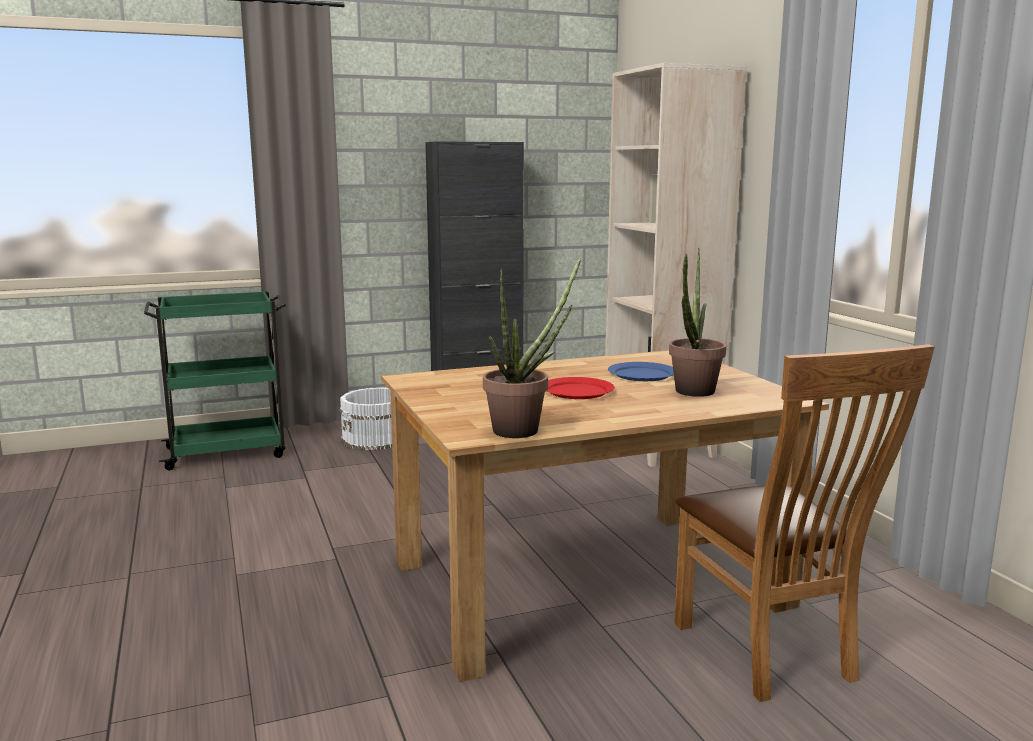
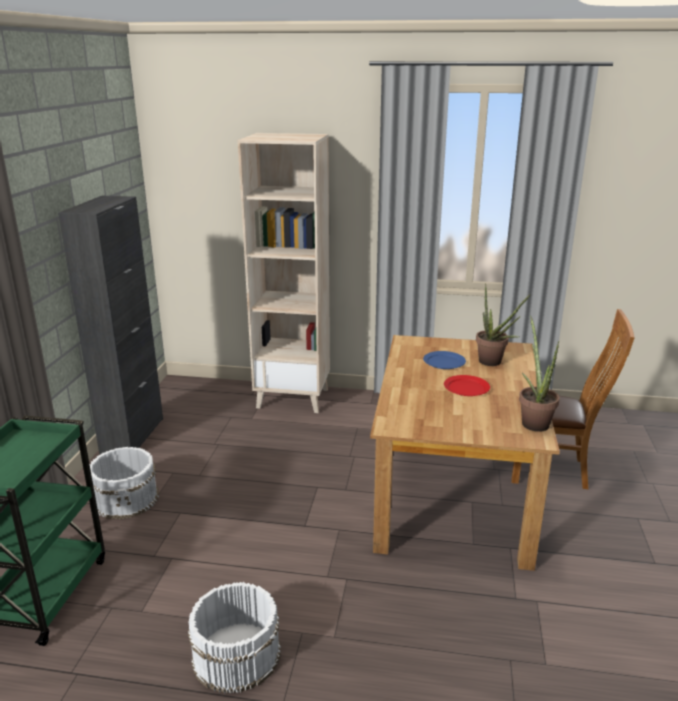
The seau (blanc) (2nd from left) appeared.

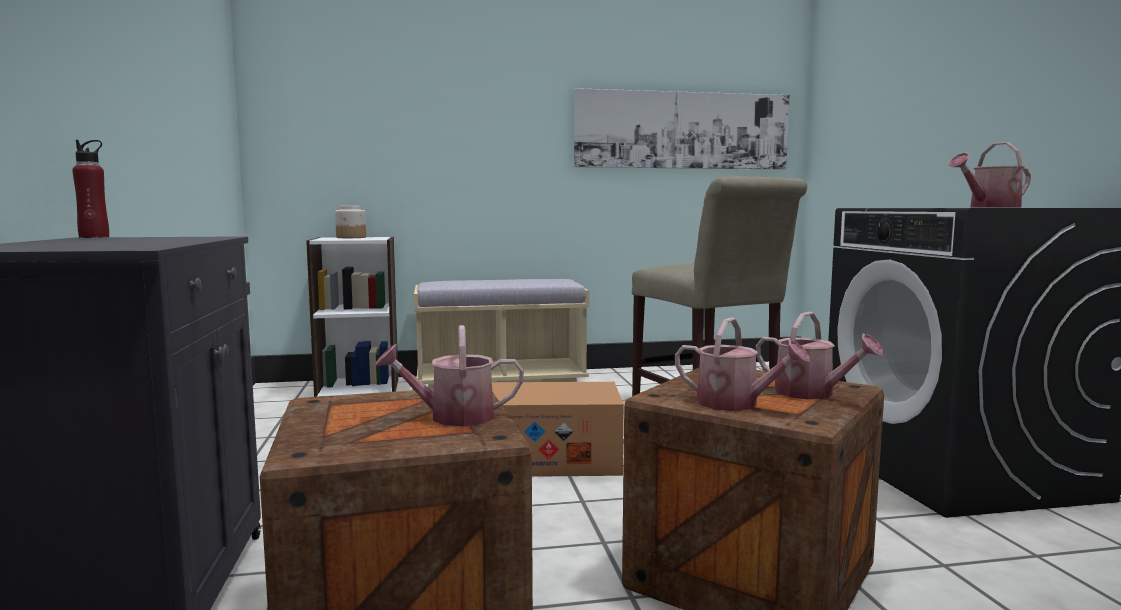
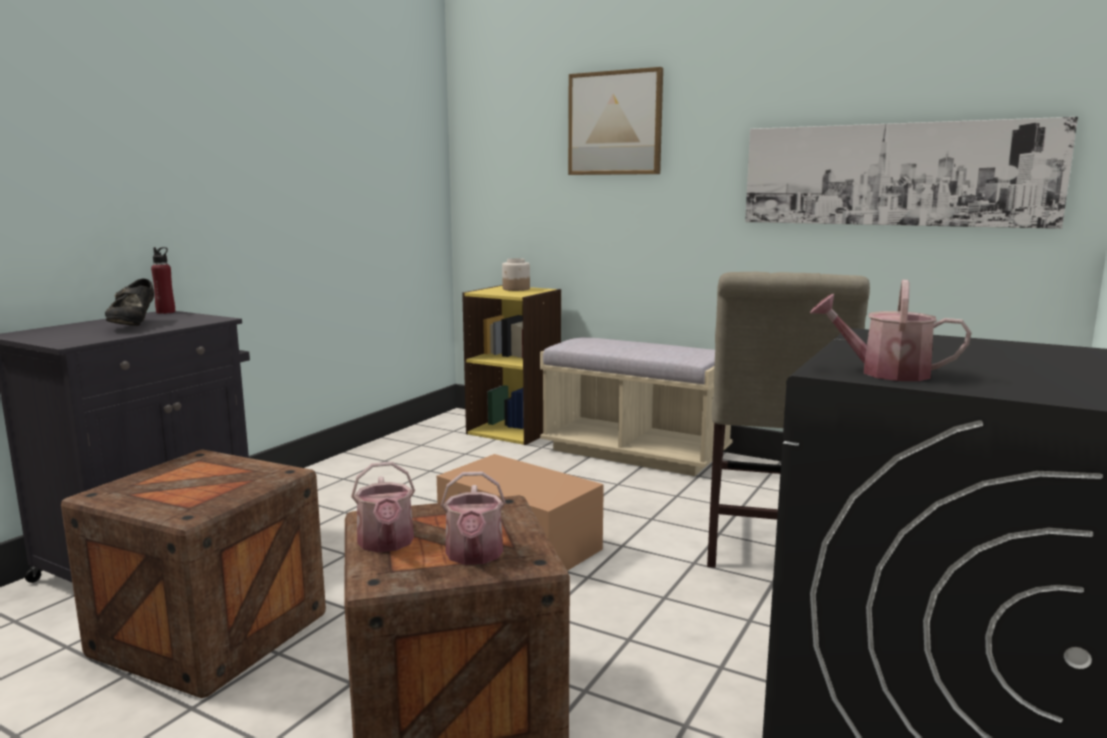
The bibliothèque (blanc) became the bibliothèque (jaune). The arrosoir (1st from left) disappeared. The tableau (1st from left) appeared. The chaussure (noir) appeared.

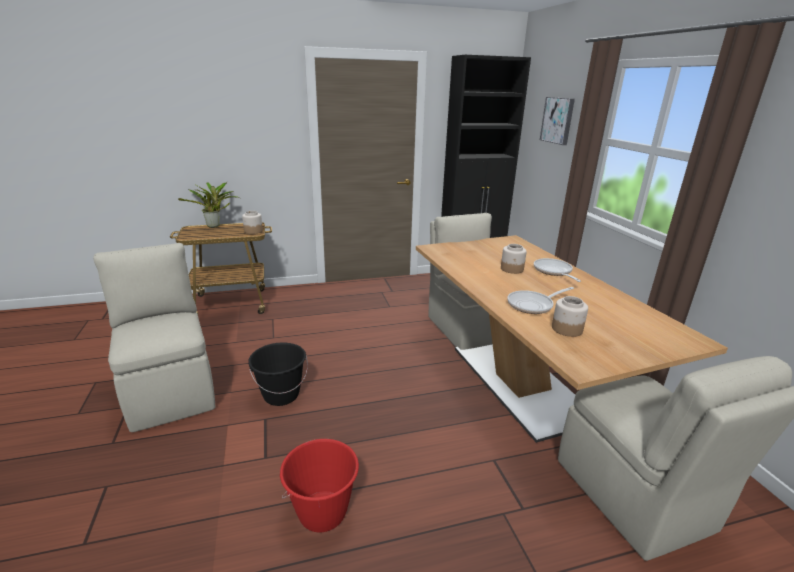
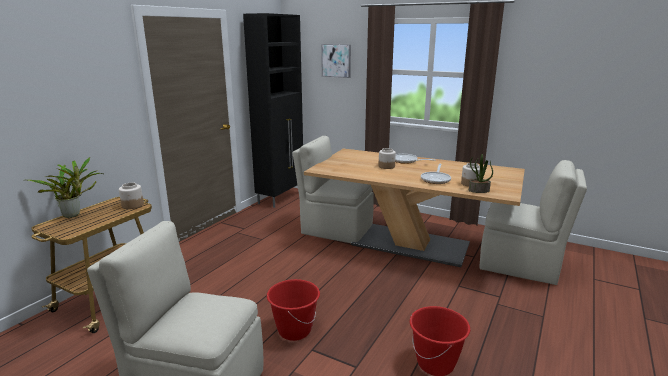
The seau (noir) became the seau (rouge) (1st from left). The plante en pot (2nd from left) appeared.

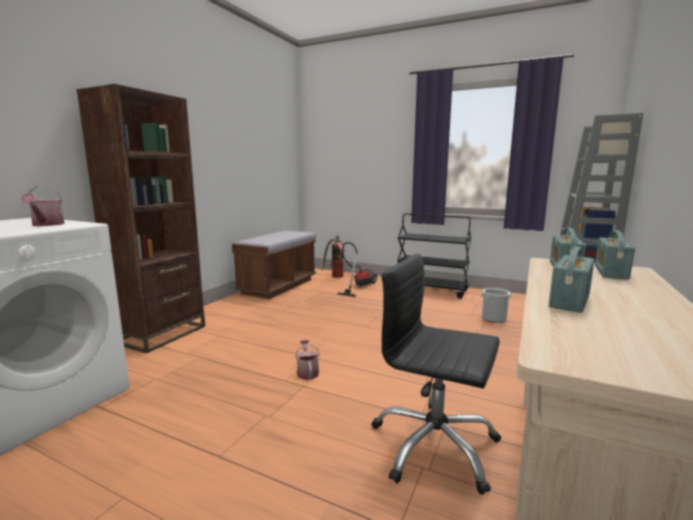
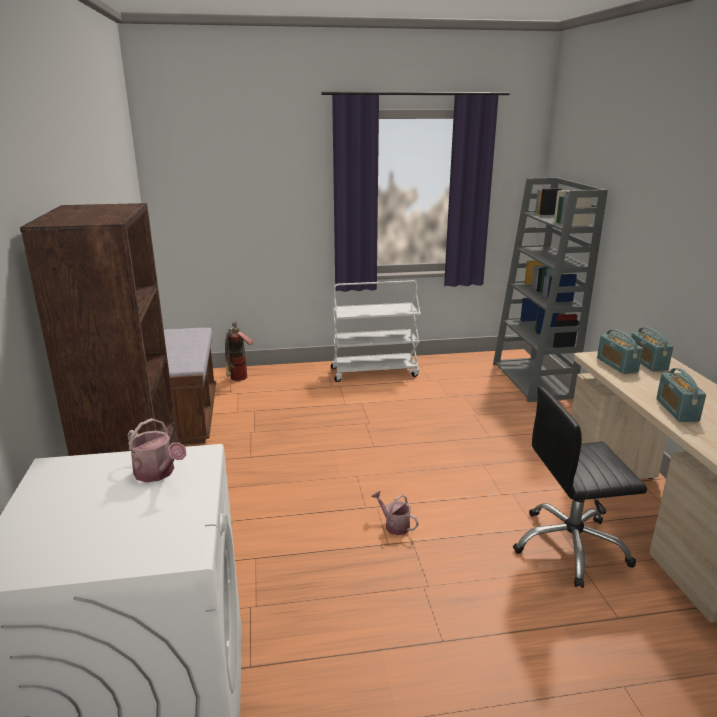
The chariot (noir) became the chariot (blanc). The aspirateur disappeared. The seau disappeared.

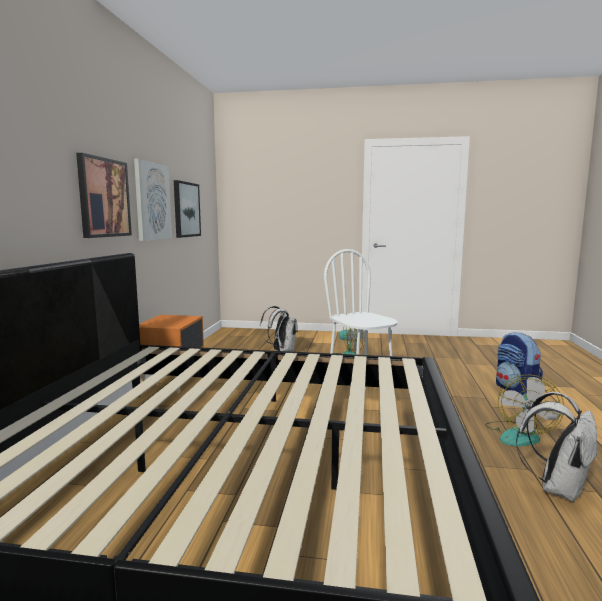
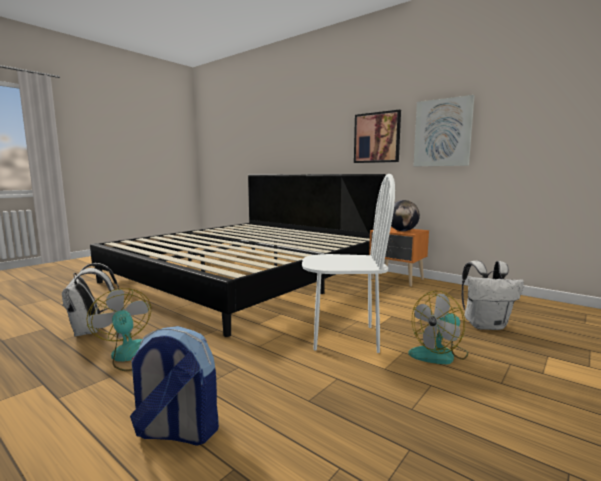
The tableau (3rd from left) disappeared. The globe appeared.

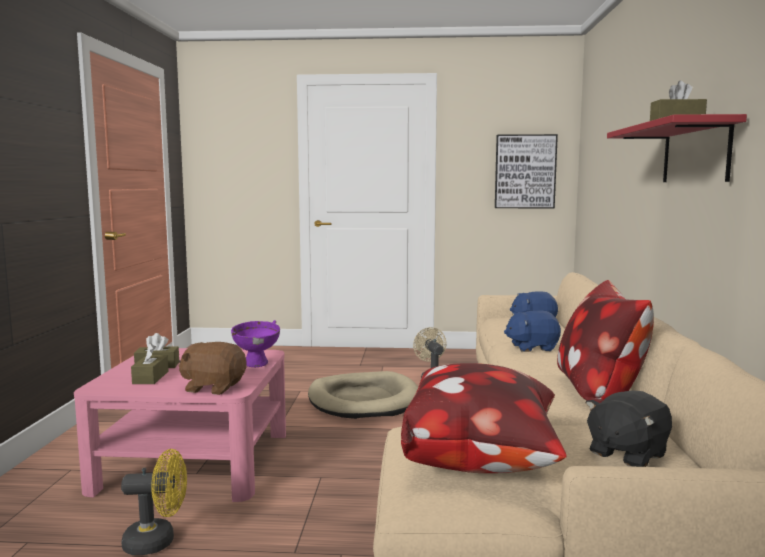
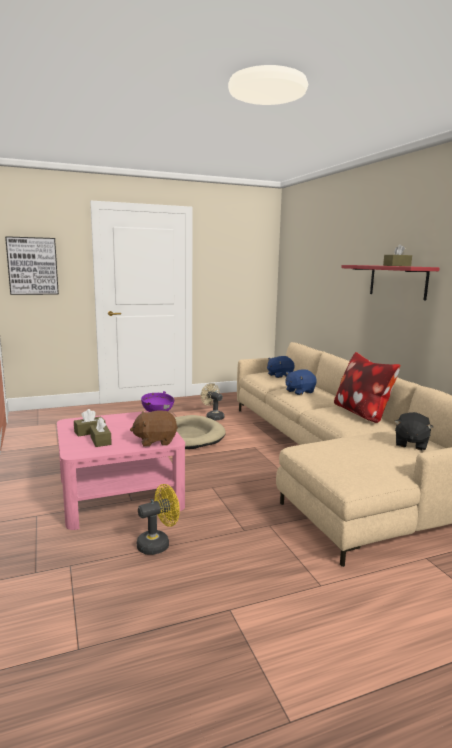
The tableau moved. The coussin (1st from left) disappeared.

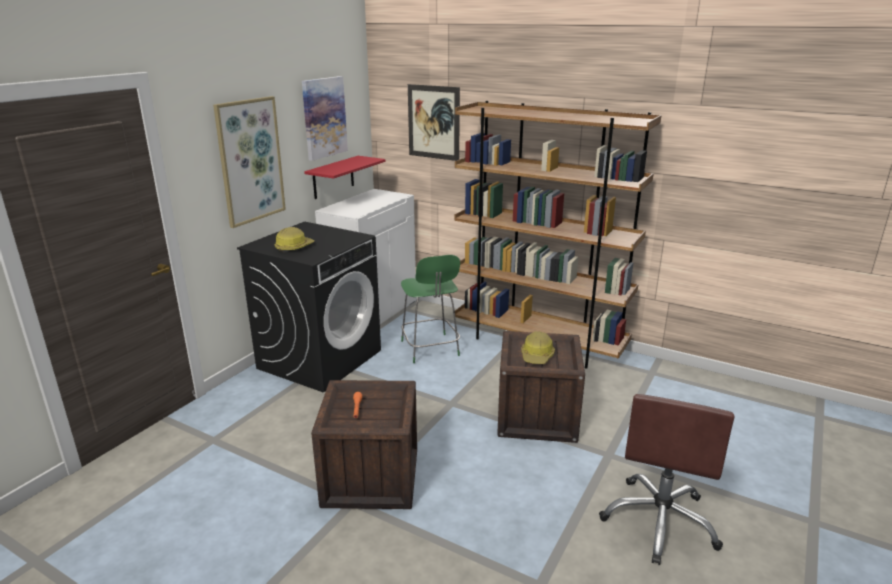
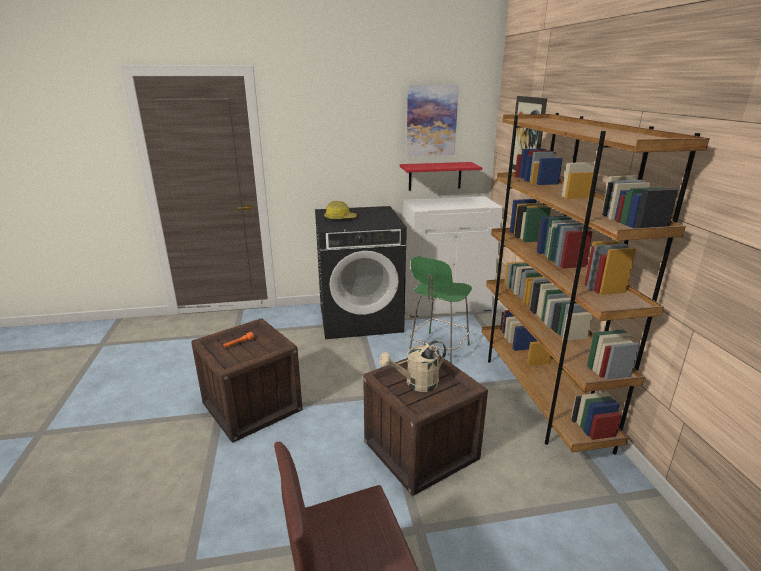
The tableau (1st from left) disappeared. The casque de chantier (2nd from left) was replaced by the arrosoir (beige).

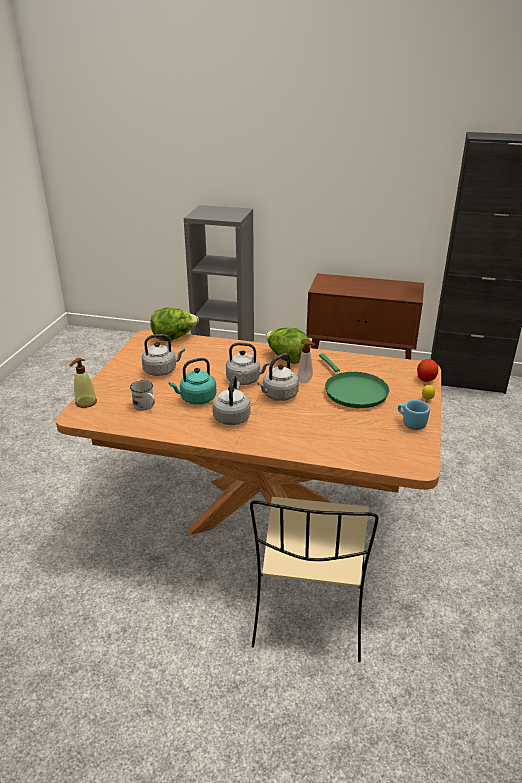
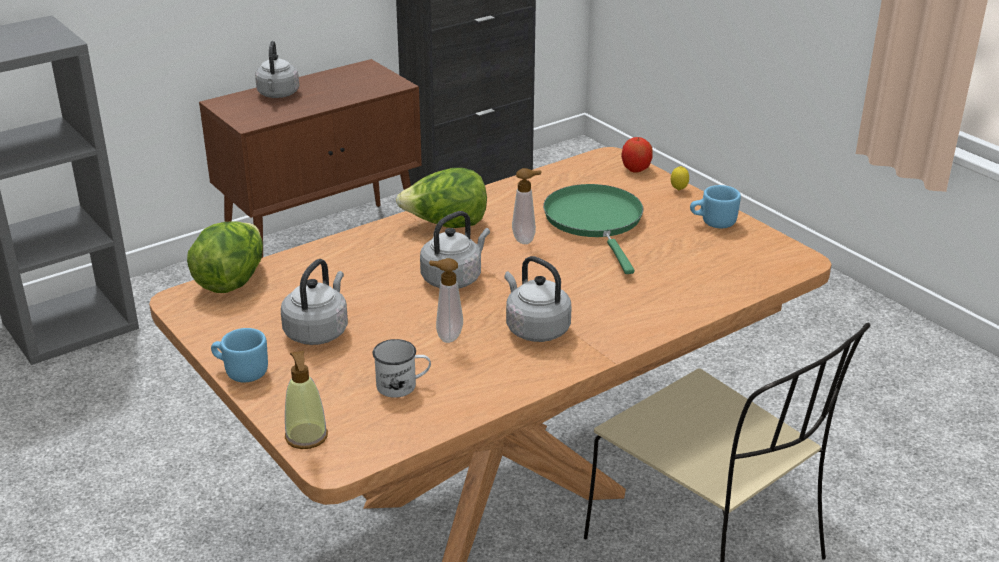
The poêle (vert) turned 120 degrees counterclockwise. The bouilloire (gris) (4th from left in the first image) moved. The bouilloire (turquoise) was replaced by the distributeur de savon (2nd from left). The mug (bleu) (1st from left) appeared.

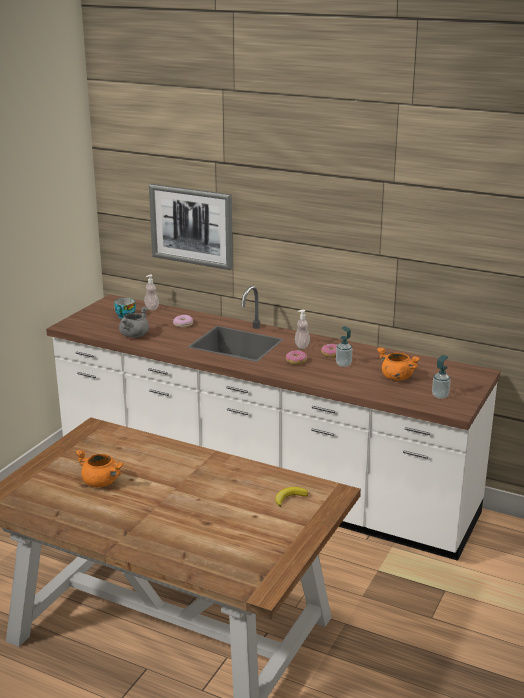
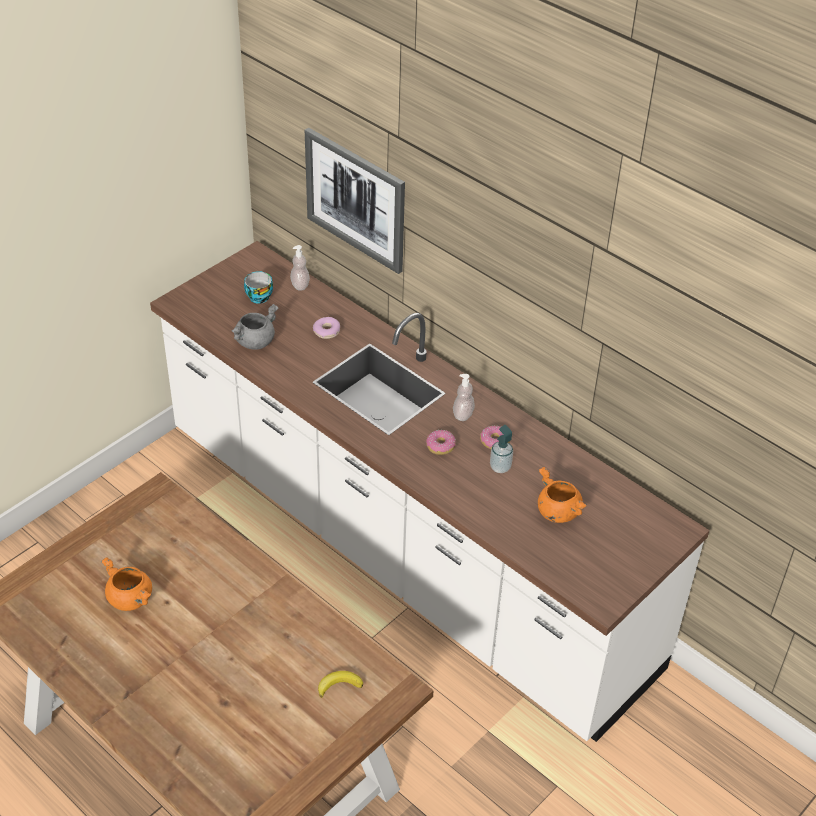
The distributeur de savon (4th from left) disappeared.

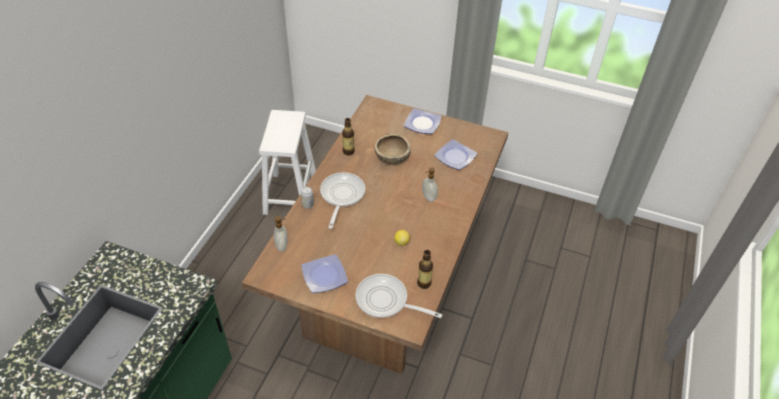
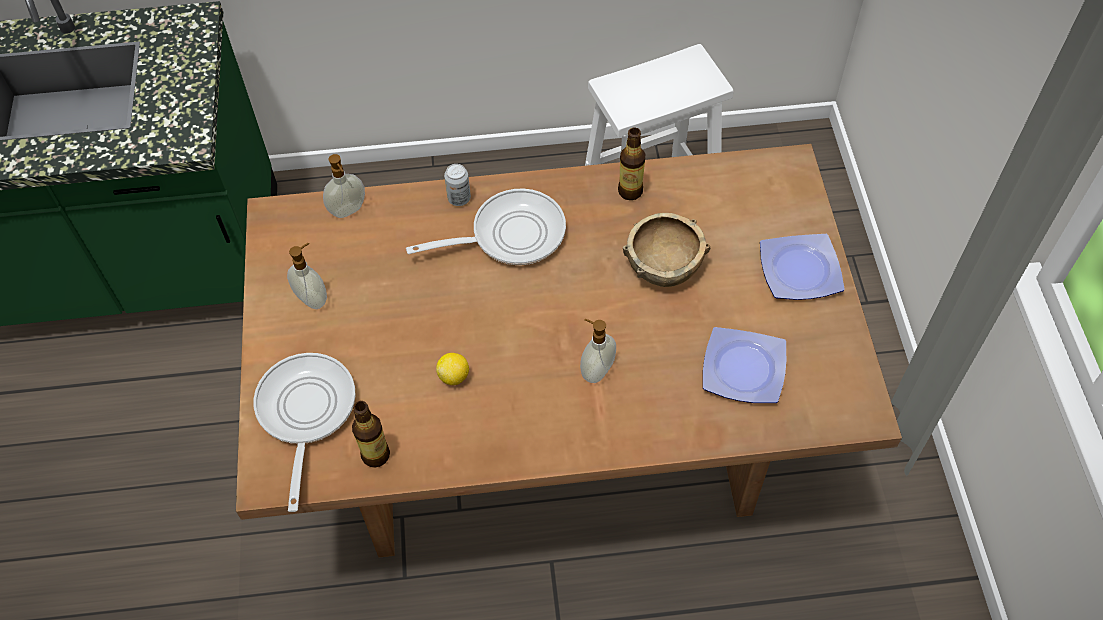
The assiette (1st from left) was replaced by the distributeur de savon (1st from left).

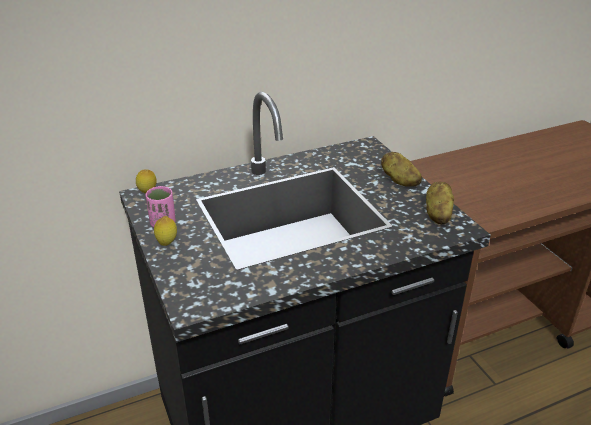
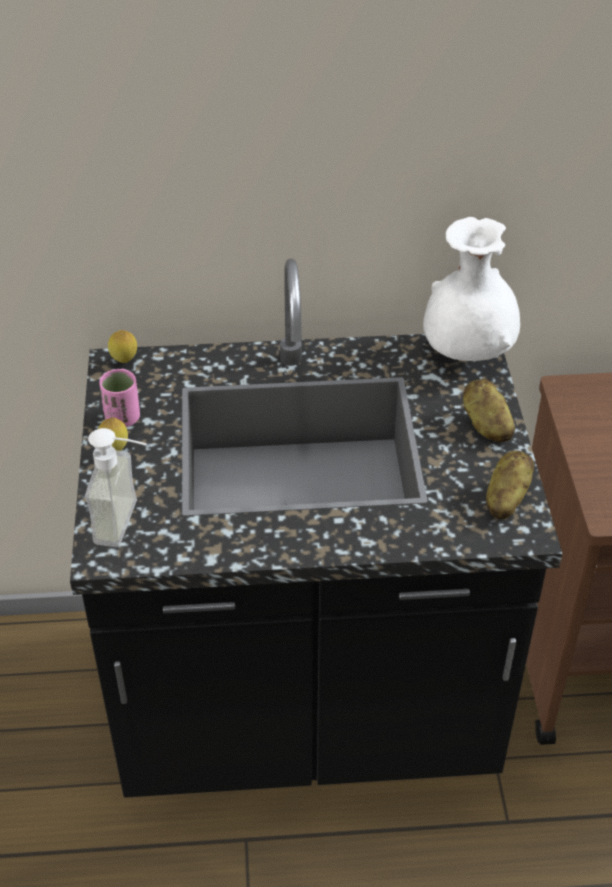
The vase (blanc) appeared. The distributeur de savon appeared.

